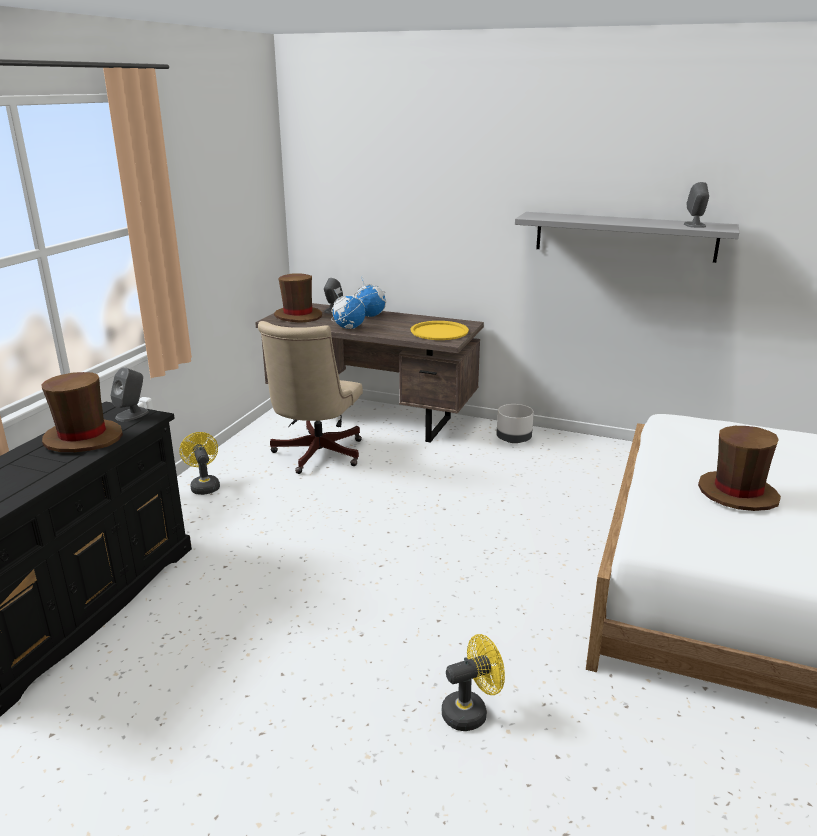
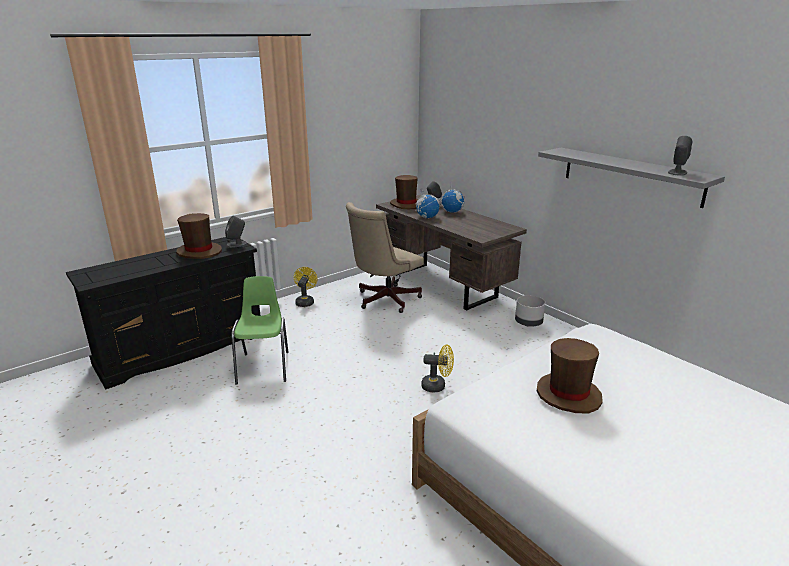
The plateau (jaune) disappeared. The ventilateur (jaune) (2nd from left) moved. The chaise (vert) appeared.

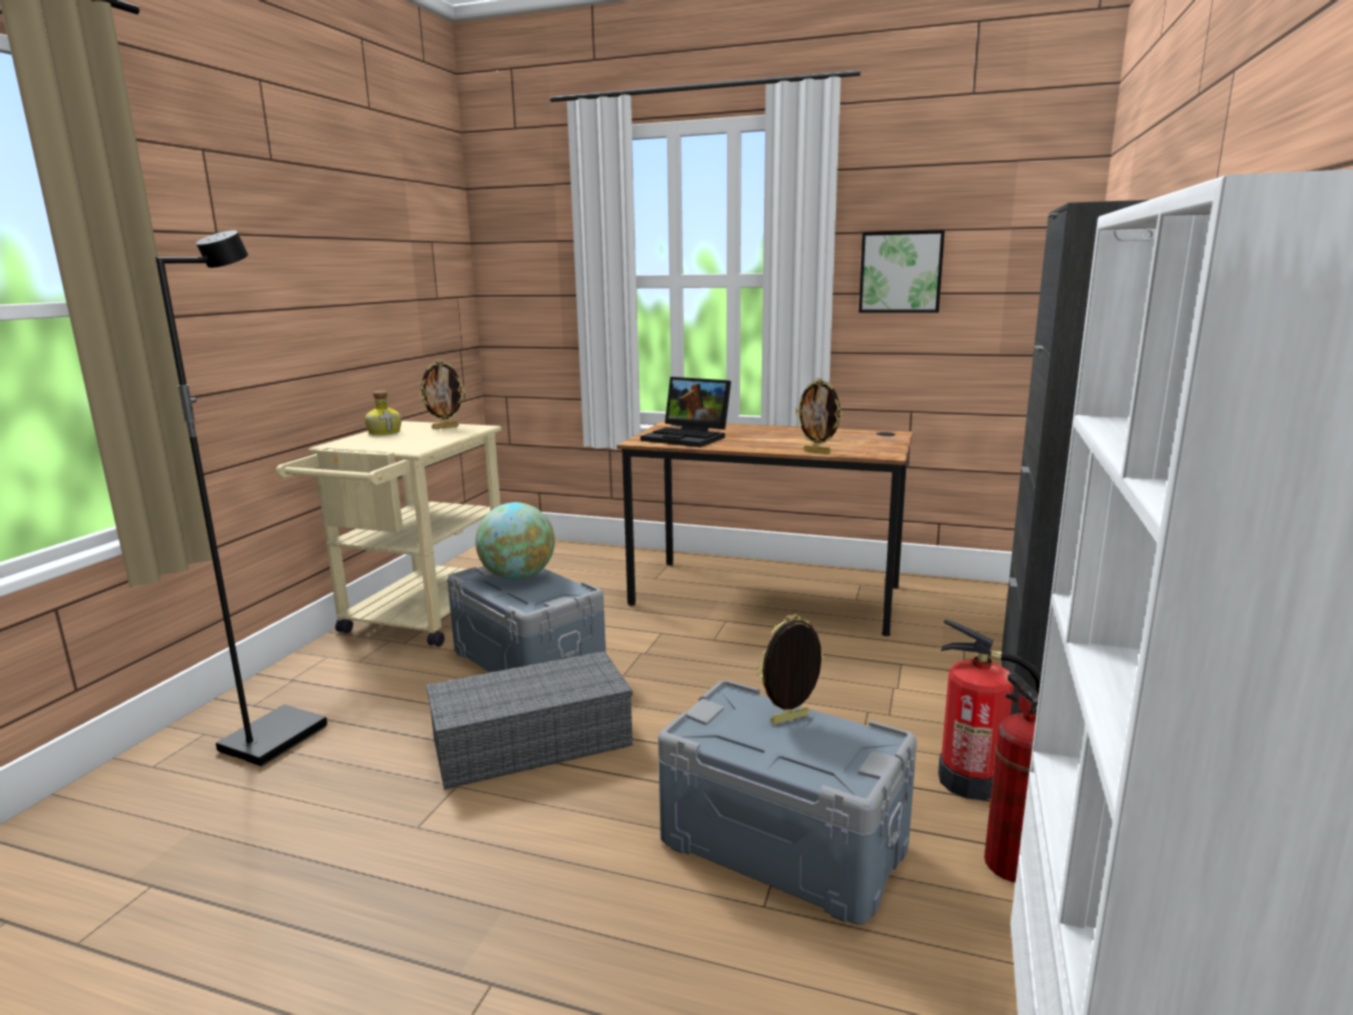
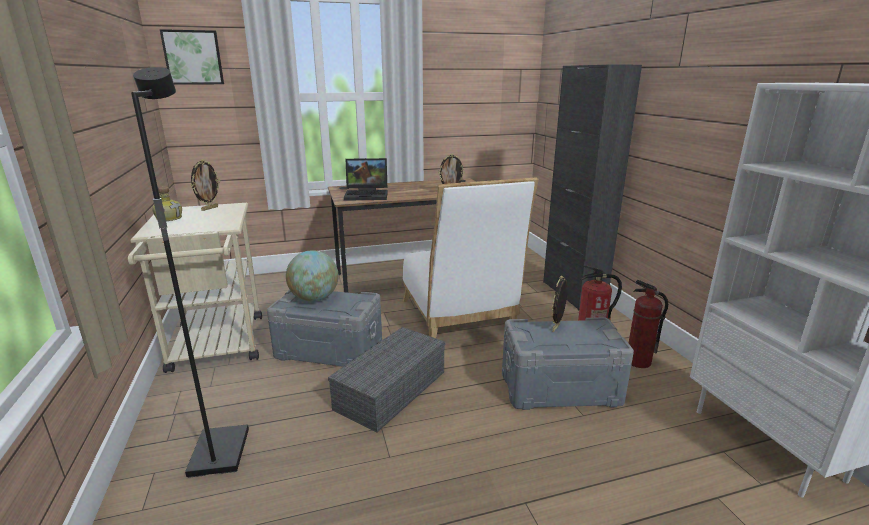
The tableau moved. The chaise (blanc) appeared.

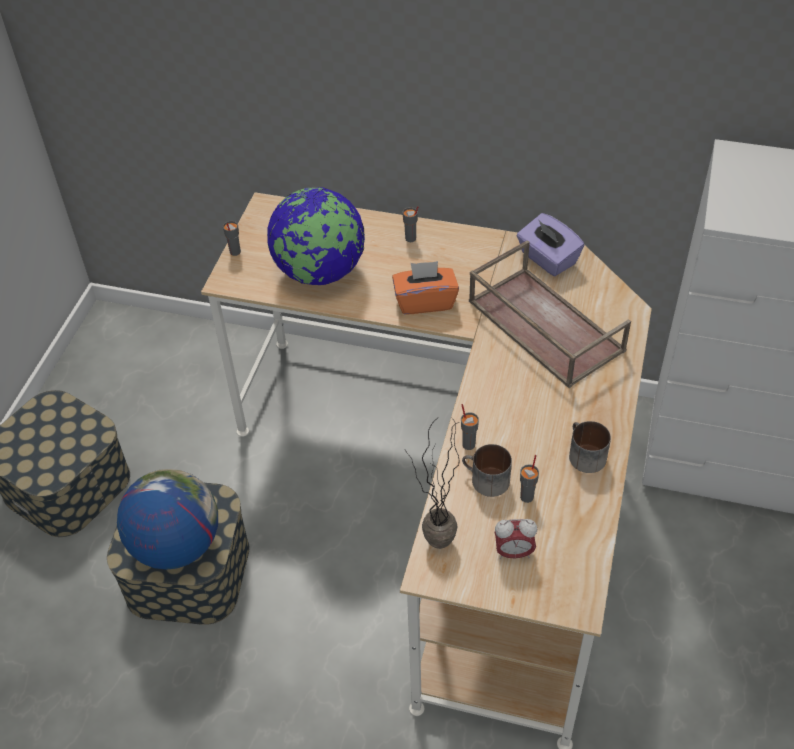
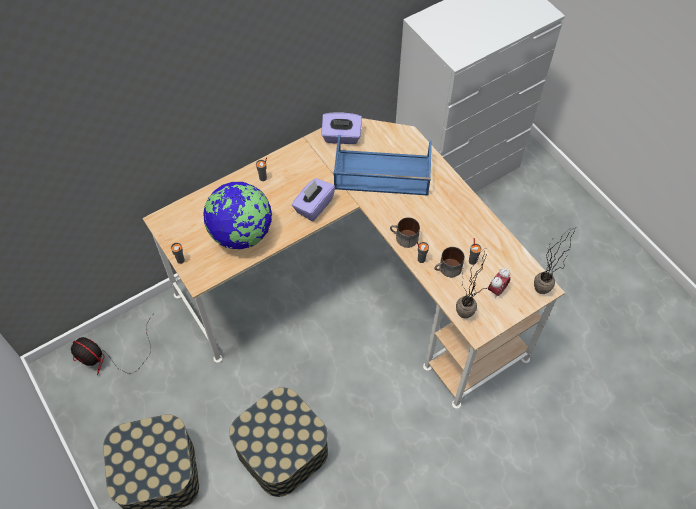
The plateau (marron) became the plateau (bleu). The boîte à mouchoirs (orange) became the boîte à mouchoirs (violet) (1st from left). The mug (2nd from left in the first image) moved. The globe (1st from left) disappeared. The plante en pot (2nd from left) appeared. The ventilateur appeared.

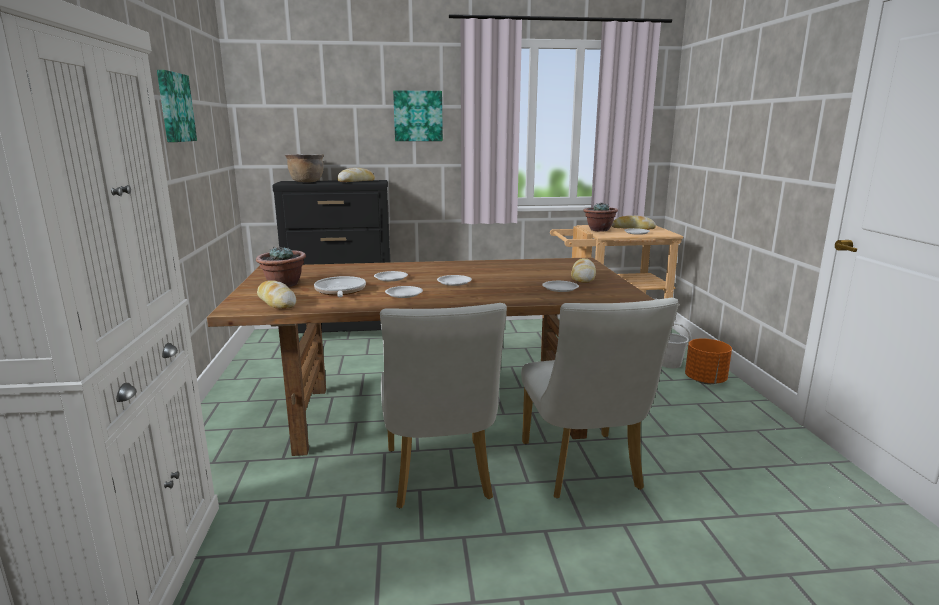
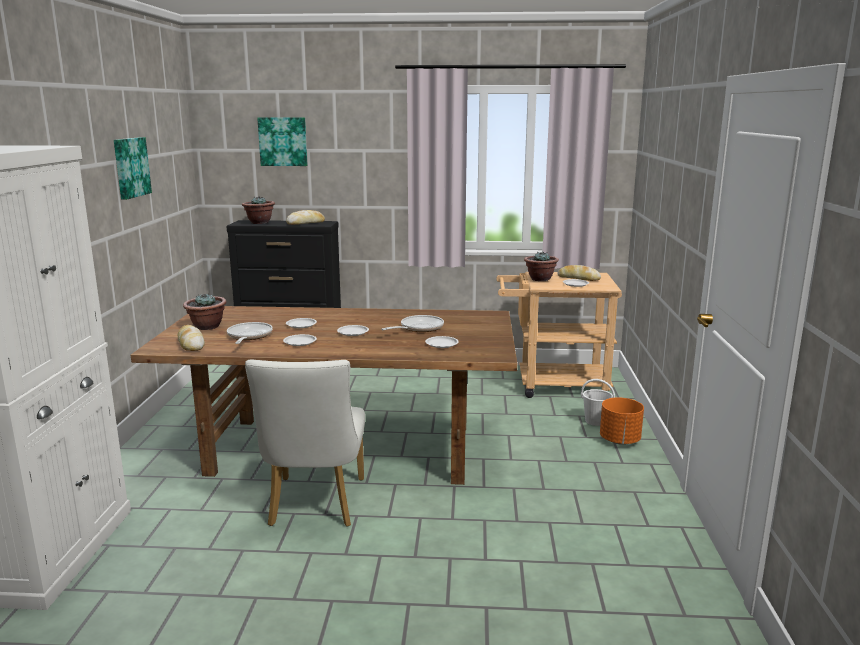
The tableau (2nd from left) moved. The marmite (marron) was replaced by the plante en pot (2nd from left). The pain (3rd from left) disappeared. The chaise (blanc) (2nd from left) disappeared. The poêle (2nd from left) appeared.

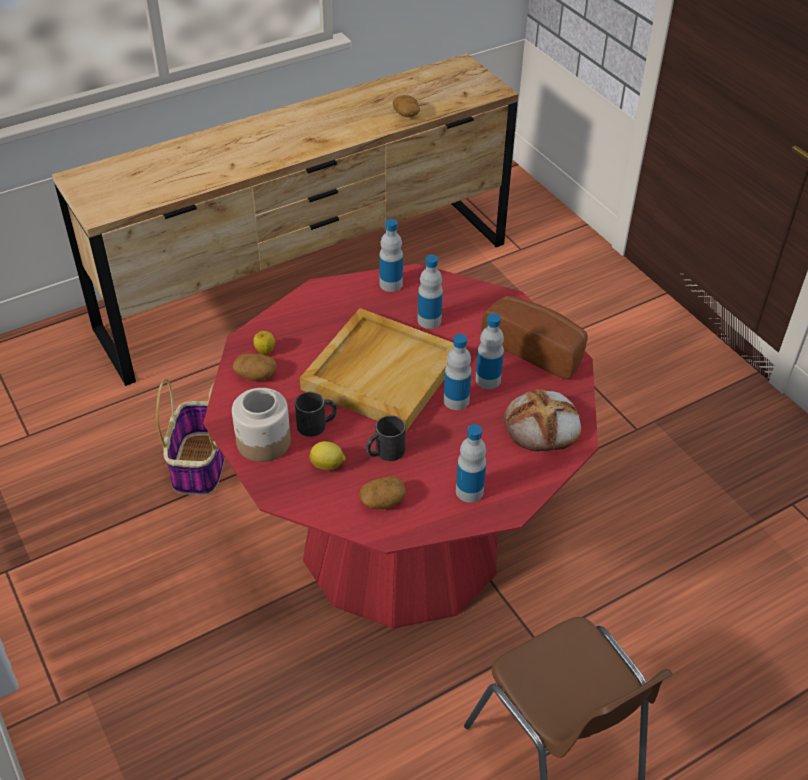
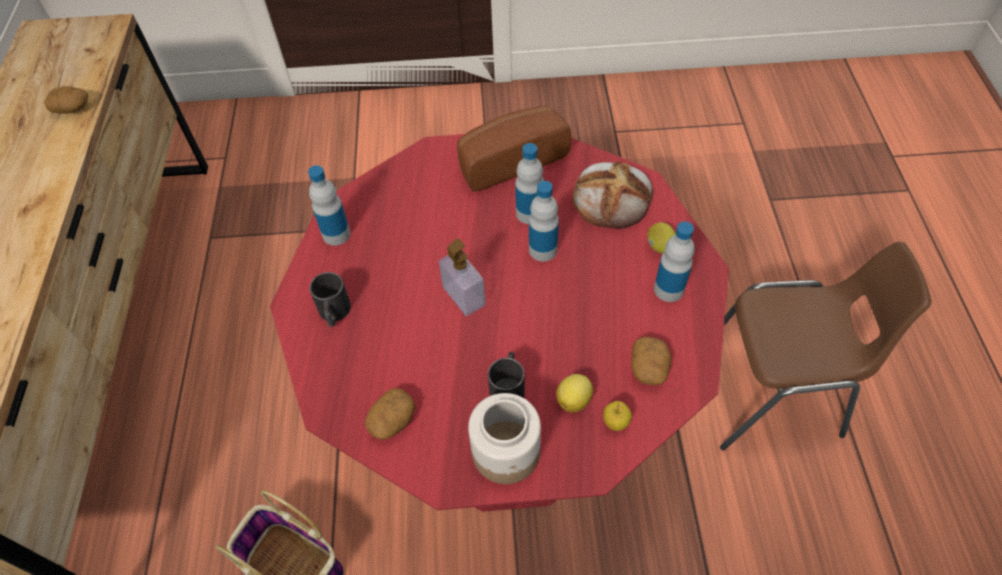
The bouteille (2nd from left) disappeared. The plateau (beige) was replaced by the distributeur de savon. The pomme moved. The mug (noir) (2nd from left in the first image) moved. The citron (2nd from left) appeared.

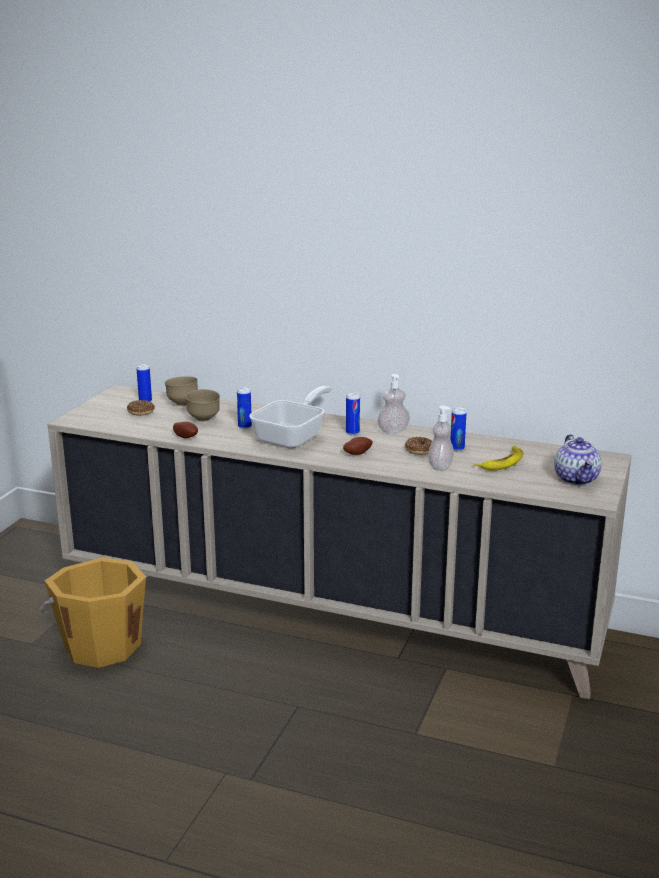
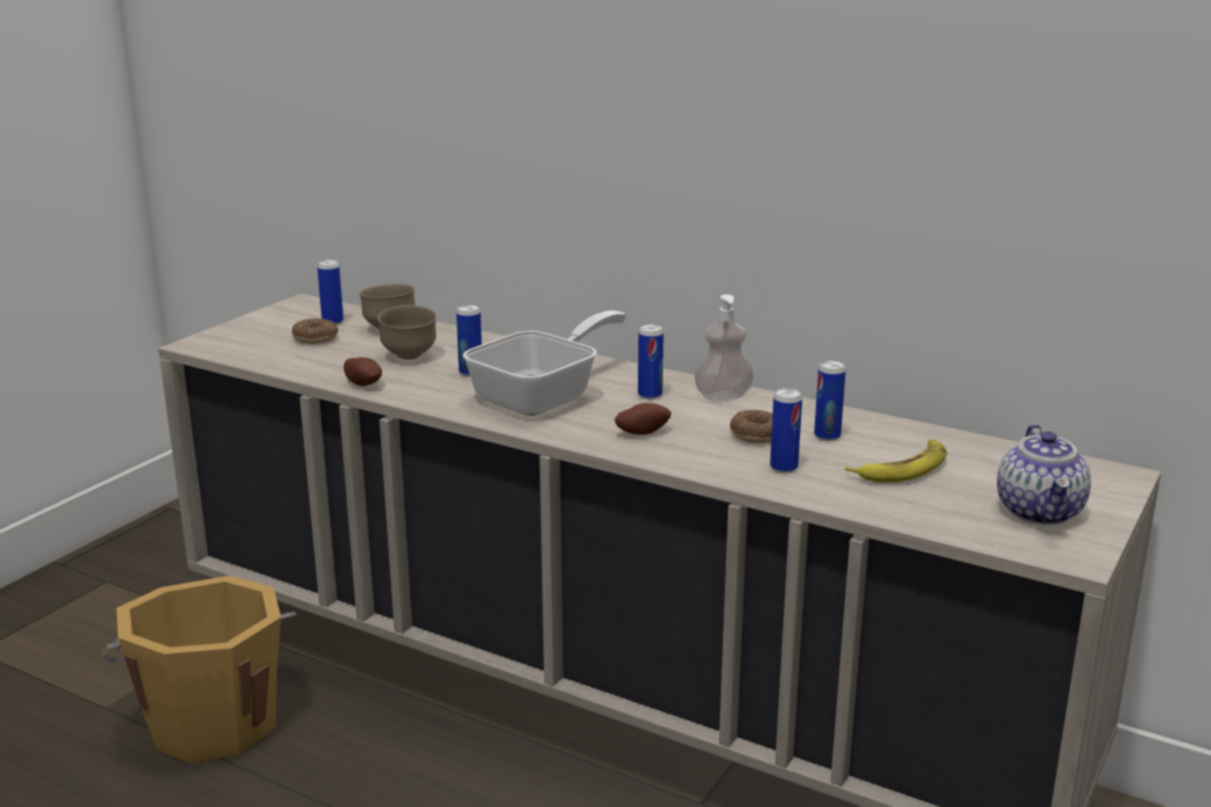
The distributeur de savon (2nd from left) was replaced by the boîte métallique (4th from left).

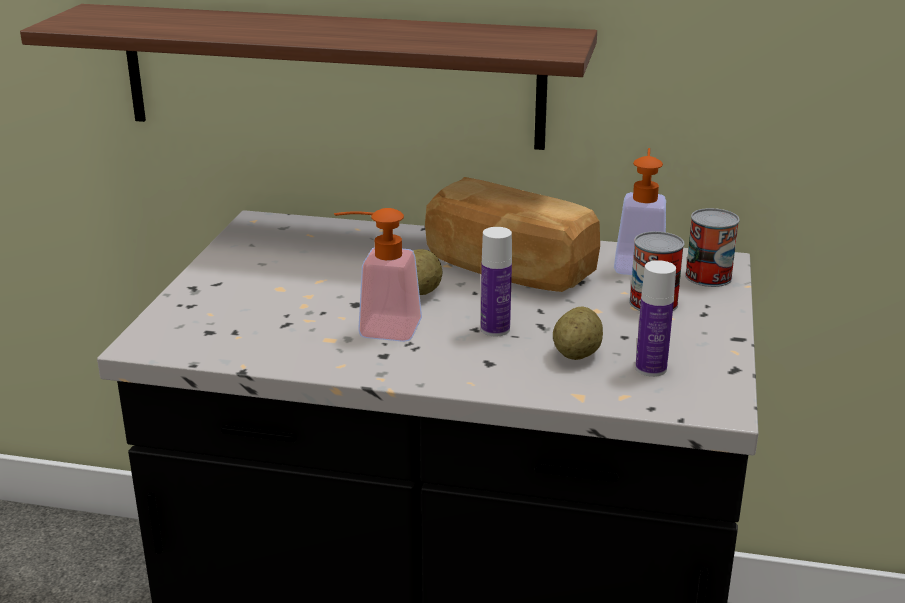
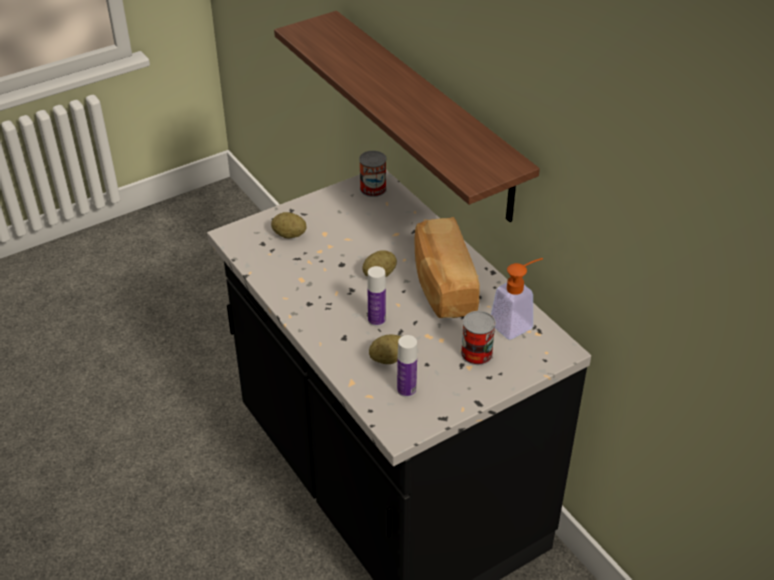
The distributeur de savon (1st from left) disappeared. The boîte métallique (2nd from left in the first image) moved. The pomme de terre (1st from left) appeared.

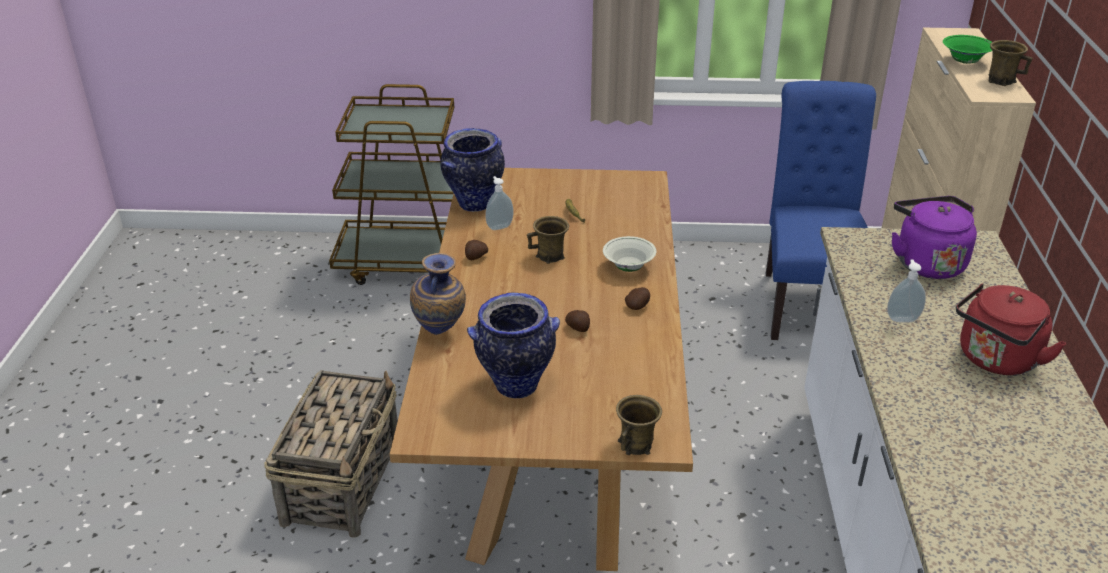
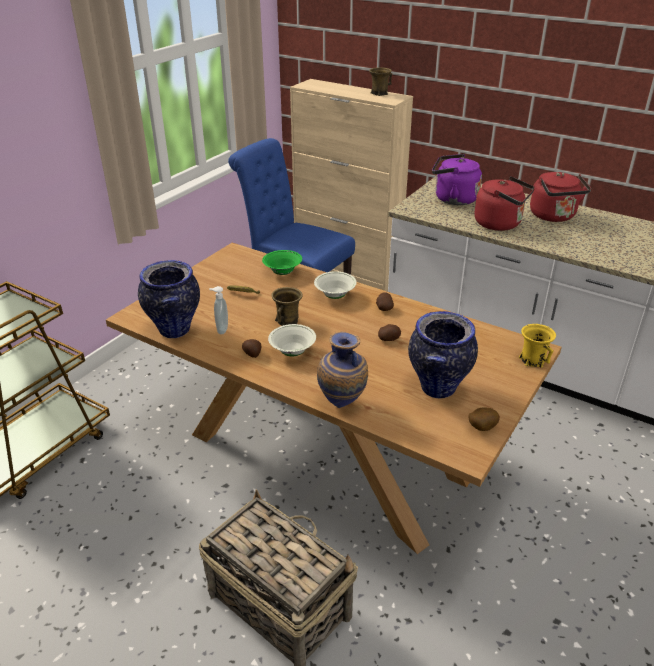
The bol (vert) moved. The distributeur de savon (2nd from left) was replaced by the bouilloire (rouge) (1st from left). The mug (marron) (2nd from left) became the mug (jaune). The bol (blanc) (1st from left) appeared. The pomme de terre (4th from left) appeared.

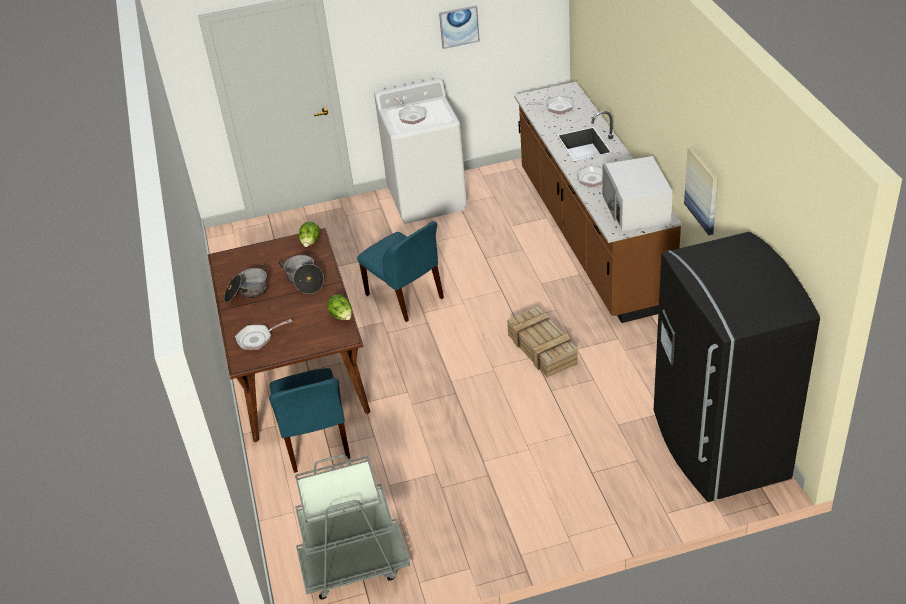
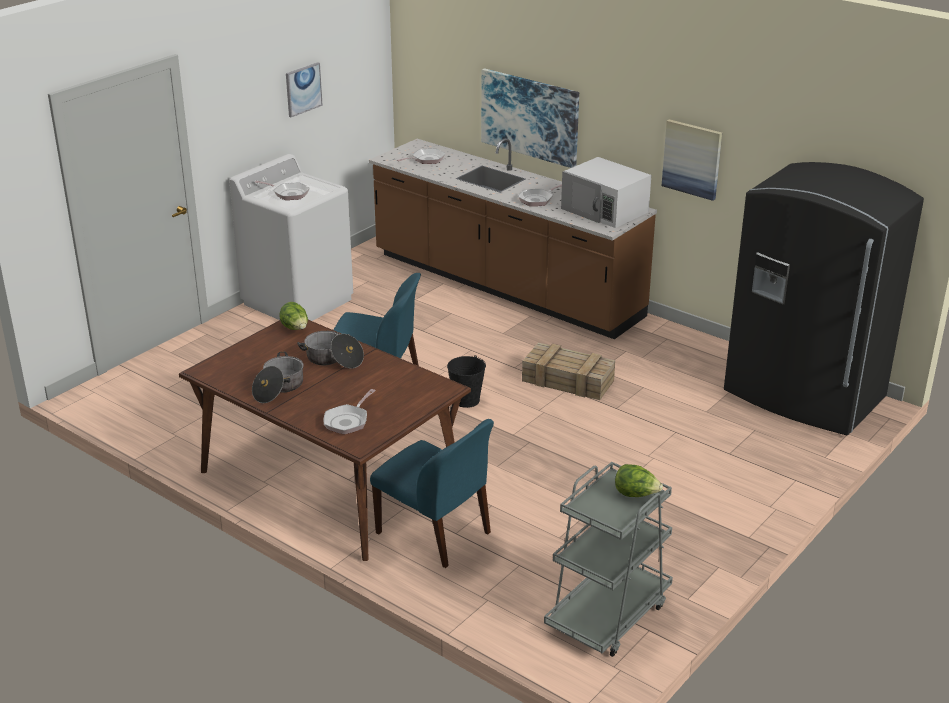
The laitue (2nd from left) moved. The tableau (2nd from left) appeared. The seau (noir) appeared.

